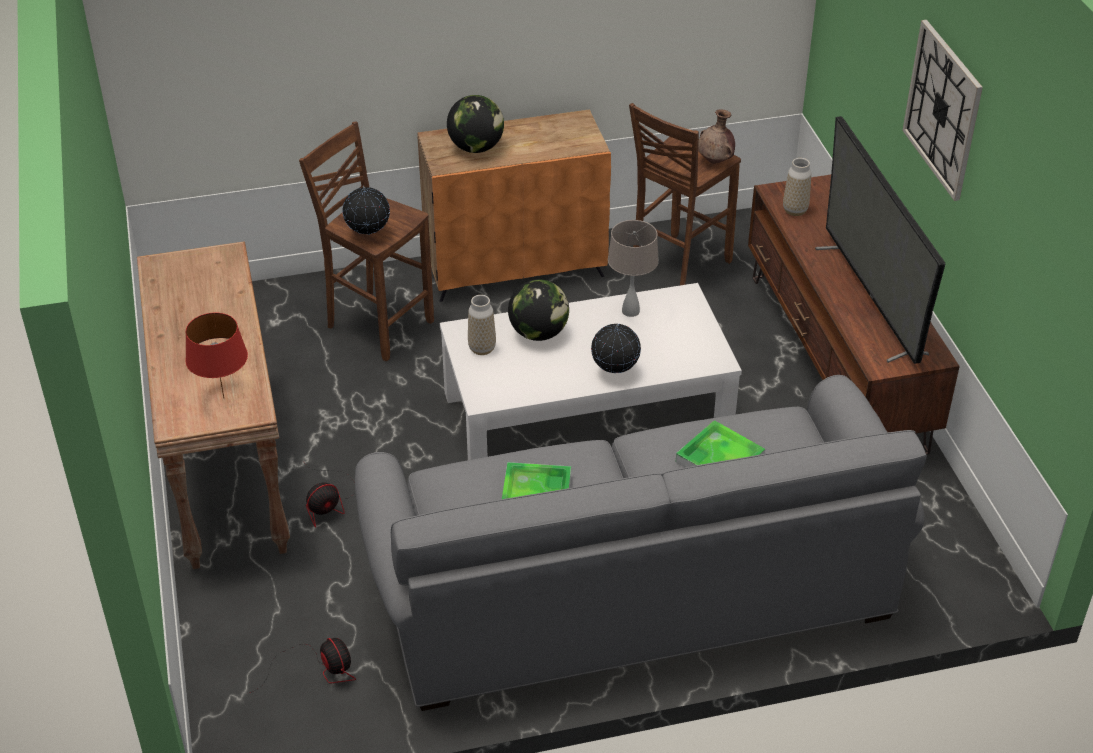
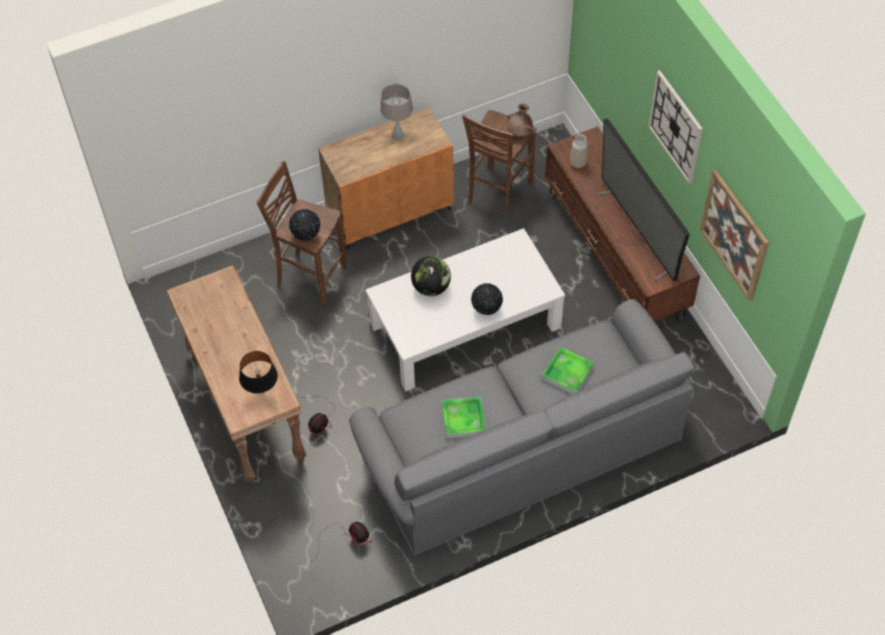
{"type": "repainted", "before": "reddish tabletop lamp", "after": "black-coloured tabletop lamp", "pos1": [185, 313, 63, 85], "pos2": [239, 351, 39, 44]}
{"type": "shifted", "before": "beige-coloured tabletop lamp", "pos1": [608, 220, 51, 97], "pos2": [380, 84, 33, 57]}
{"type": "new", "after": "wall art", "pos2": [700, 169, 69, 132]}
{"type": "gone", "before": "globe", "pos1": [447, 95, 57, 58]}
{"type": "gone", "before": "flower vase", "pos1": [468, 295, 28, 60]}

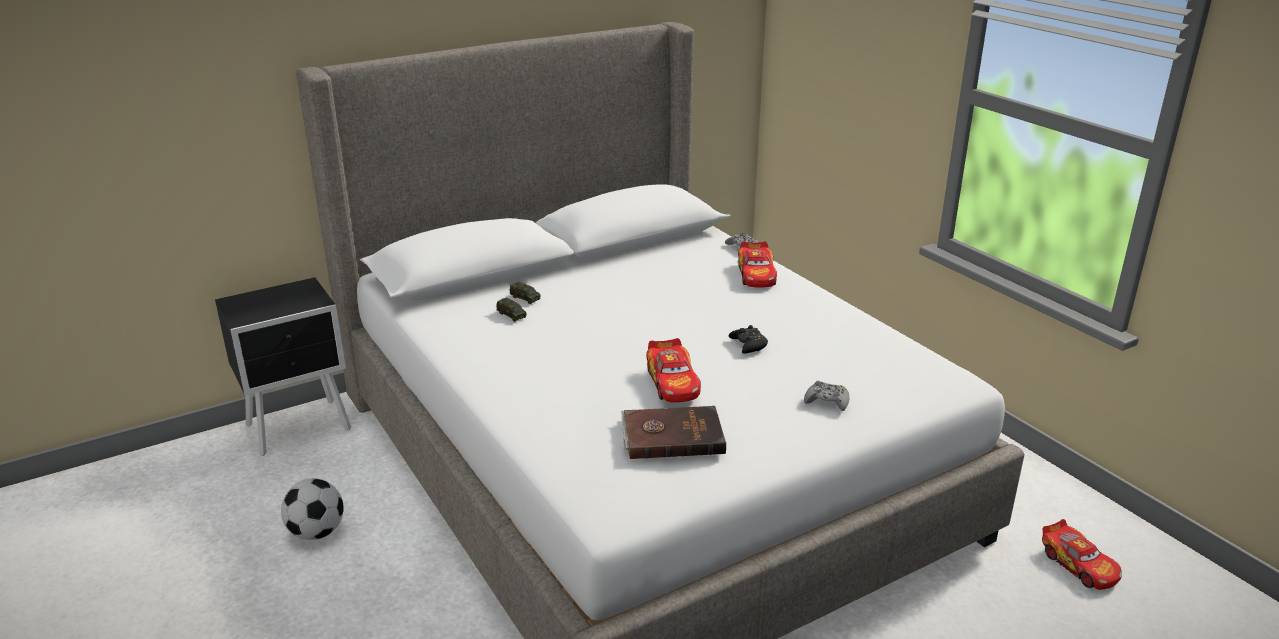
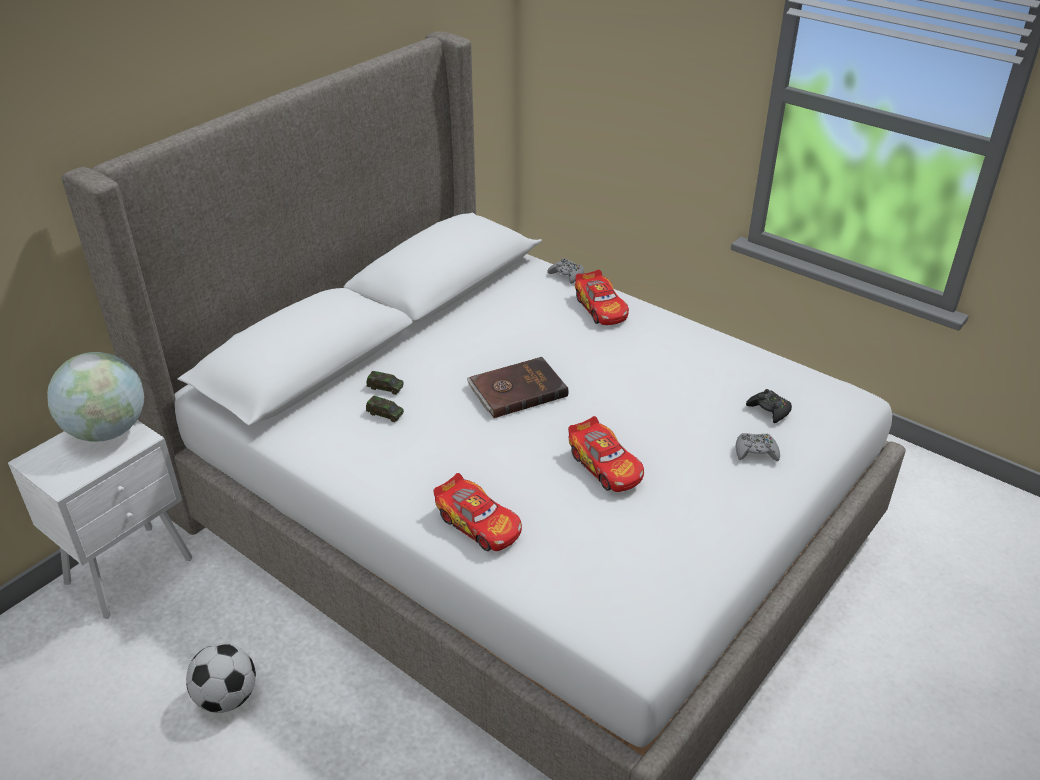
{"type": "repainted", "before": "black-coloured nightstand", "after": "white nightstand", "pos1": [215, 277, 136, 179], "pos2": [8, 420, 184, 199]}
{"type": "new", "after": "globe", "pos2": [47, 352, 97, 90]}
{"type": "shifted", "before": "miniature car", "pos1": [1042, 519, 80, 71], "pos2": [433, 473, 89, 78]}
{"type": "shifted", "before": "brown book", "pos1": [621, 406, 105, 53], "pos2": [467, 357, 101, 61]}
{"type": "shifted", "before": "black-coloured gamepad", "pos1": [729, 325, 39, 29], "pos2": [746, 389, 46, 34]}

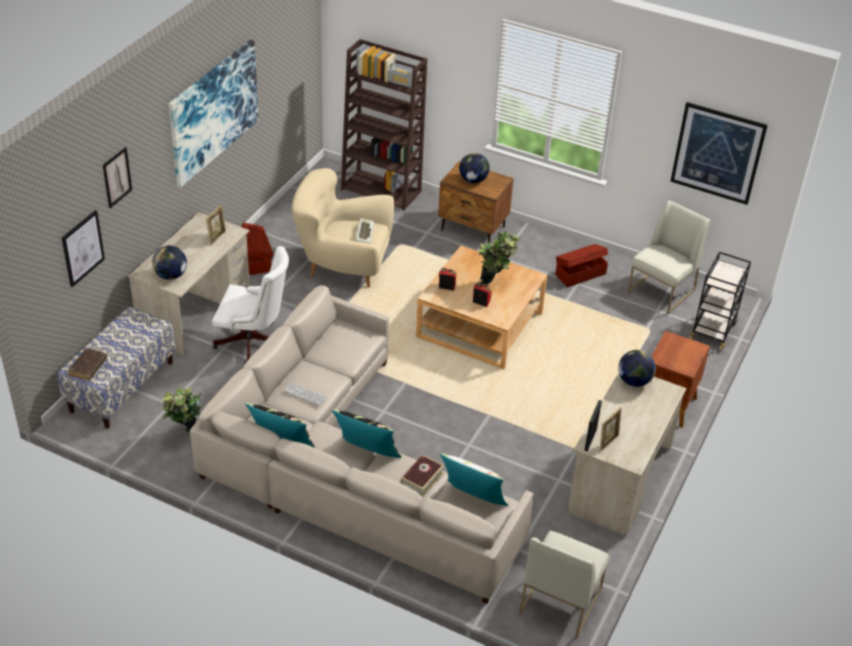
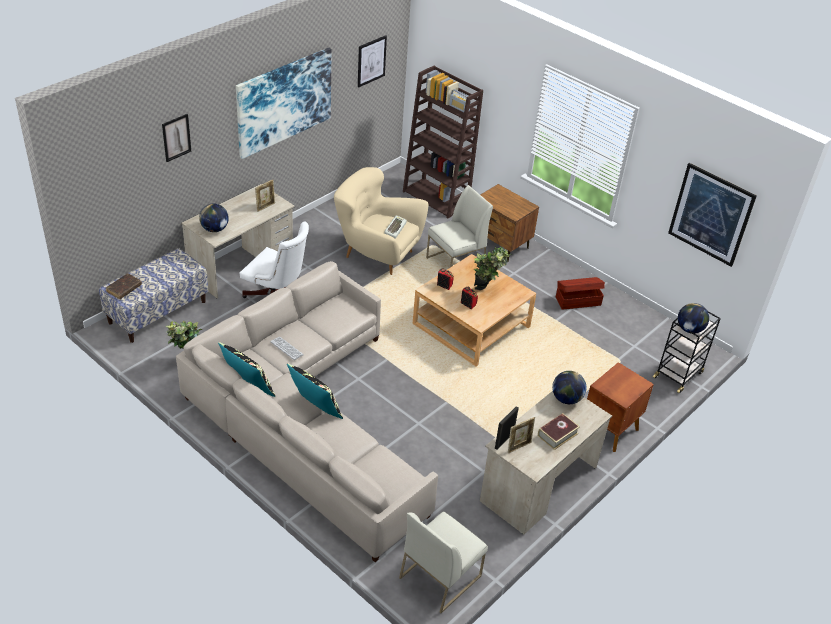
{"type": "shifted", "before": "wall art", "pos1": [62, 210, 43, 77], "pos2": [358, 35, 29, 52]}
{"type": "shifted", "before": "white chair", "pos1": [627, 200, 83, 114], "pos2": [426, 185, 67, 82]}
{"type": "shifted", "before": "book", "pos1": [401, 455, 43, 42], "pos2": [538, 413, 42, 37]}
{"type": "shifted", "before": "globe", "pos1": [459, 153, 31, 30], "pos2": [678, 303, 31, 30]}
{"type": "gone", "before": "brown storage container", "pos1": [241, 222, 33, 53]}
{"type": "gone", "before": "white throw pillow", "pos1": [440, 453, 68, 53]}

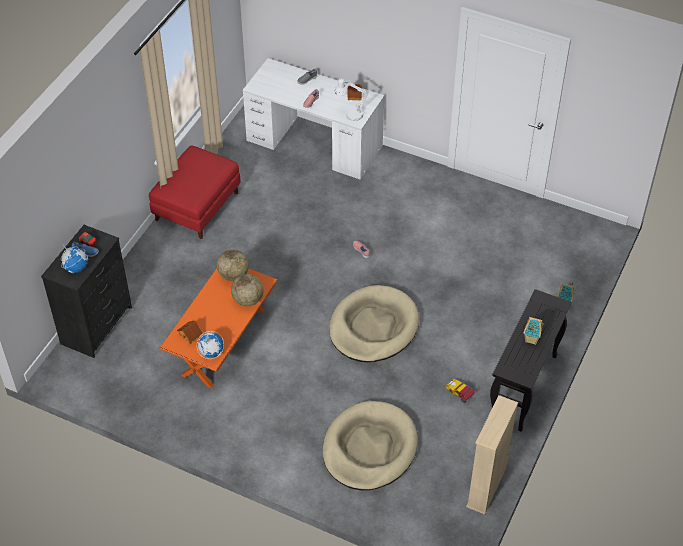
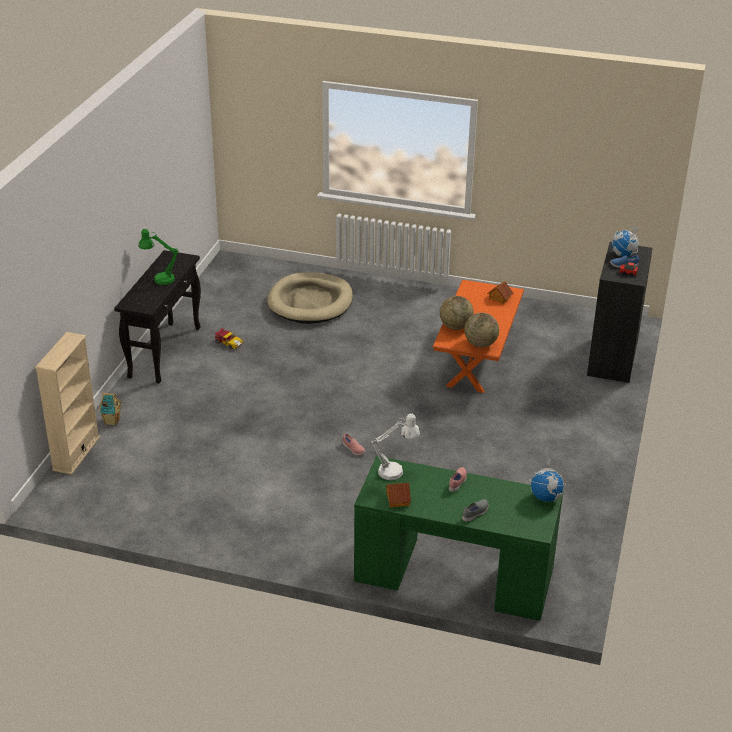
{"type": "shifted", "before": "beige-coloured bookshelf", "pos1": [466, 395, 52, 120], "pos2": [35, 332, 65, 143]}
{"type": "swapped", "before": "model house", "after": "green-coloured tabletop lamp", "pos1": [523, 317, 21, 28], "pos2": [139, 229, 39, 56]}
{"type": "repainted", "before": "white desk unit", "after": "green-coloured desk unit", "pos1": [243, 58, 141, 122], "pos2": [354, 456, 209, 165]}
{"type": "shifted", "before": "globe", "pos1": [197, 331, 27, 28], "pos2": [529, 458, 37, 44]}
{"type": "gone", "before": "reddish ottoman", "pos1": [149, 146, 91, 93]}
{"type": "gone", "before": "beige-coloured pet bed", "pos1": [329, 285, 90, 77]}

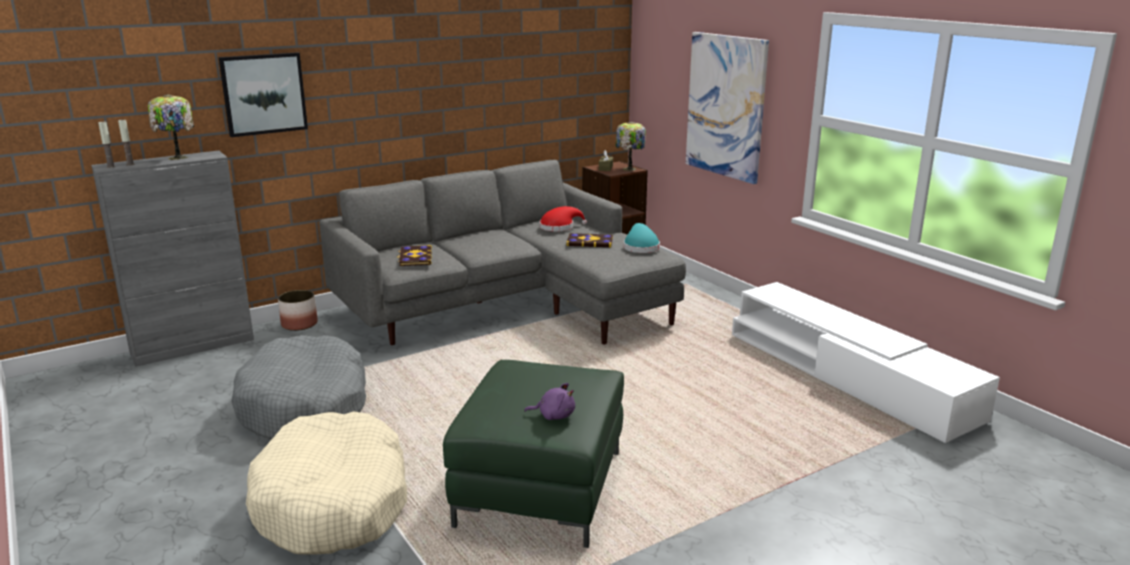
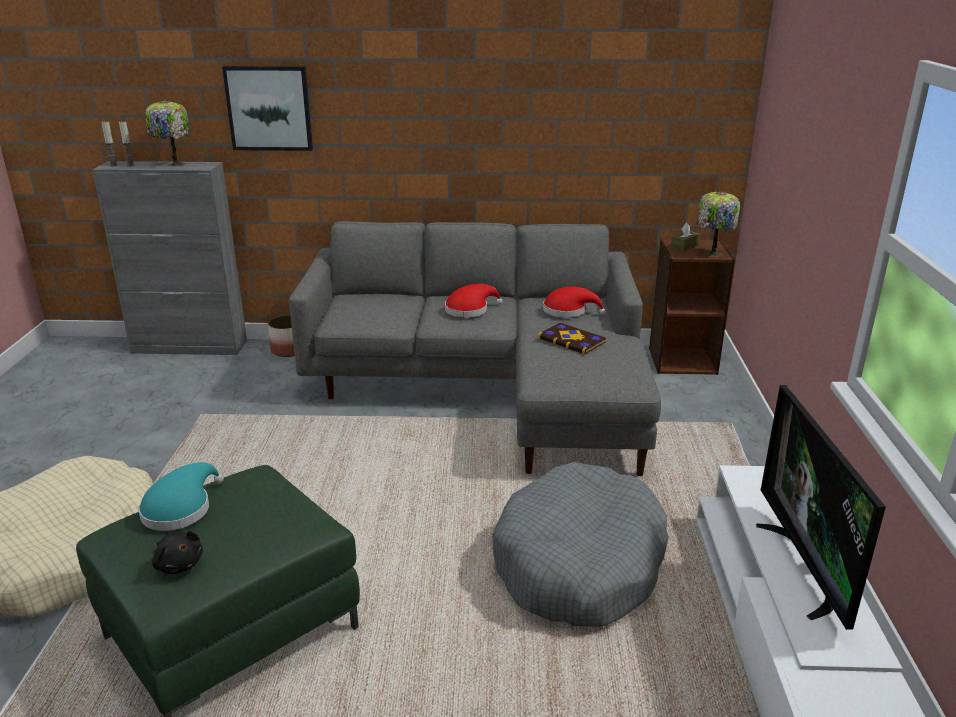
{"type": "shifted", "before": "blue-green clothing hat", "pos1": [624, 223, 36, 30], "pos2": [138, 462, 86, 69]}
{"type": "repainted", "before": "purple soft toy", "after": "black-coloured soft toy", "pos1": [524, 383, 51, 37], "pos2": [152, 531, 51, 43]}
{"type": "new", "after": "reddish clothing hat", "pos2": [445, 284, 58, 33]}
{"type": "shifted", "before": "gray pet bed", "pos1": [232, 335, 134, 105], "pos2": [493, 462, 176, 165]}
{"type": "new", "after": "TV set", "pos2": [756, 385, 130, 245]}
{"type": "gone", "before": "book", "pos1": [396, 245, 36, 21]}
{"type": "gone", "before": "wall art", "pos1": [686, 32, 83, 152]}

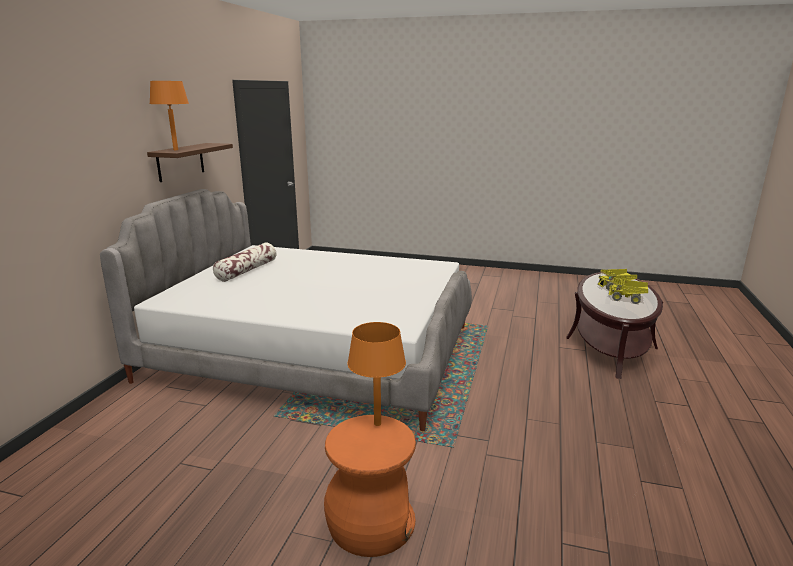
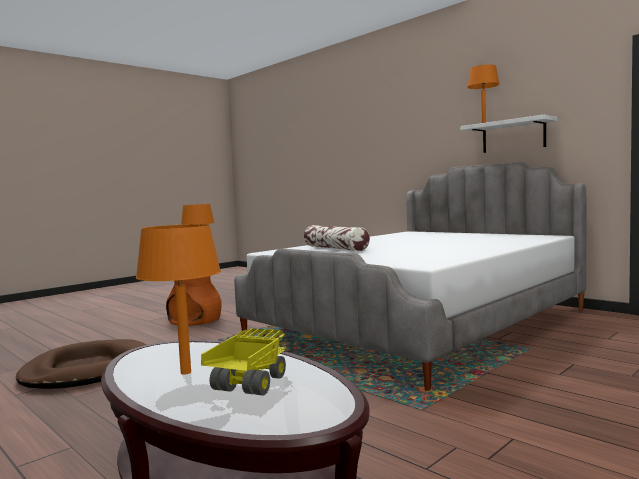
{"type": "new", "after": "brown pet bed", "pos2": [16, 339, 130, 50]}
{"type": "swapped", "before": "toy truck", "after": "orangey tabletop lamp", "pos1": [608, 278, 40, 26], "pos2": [136, 224, 85, 151]}
{"type": "shifted", "before": "throw pillow", "pos1": [213, 243, 63, 39], "pos2": [304, 225, 66, 26]}
{"type": "repainted", "before": "brown wall shelf", "after": "white wall shelf", "pos1": [147, 143, 86, 39], "pos2": [460, 115, 97, 38]}

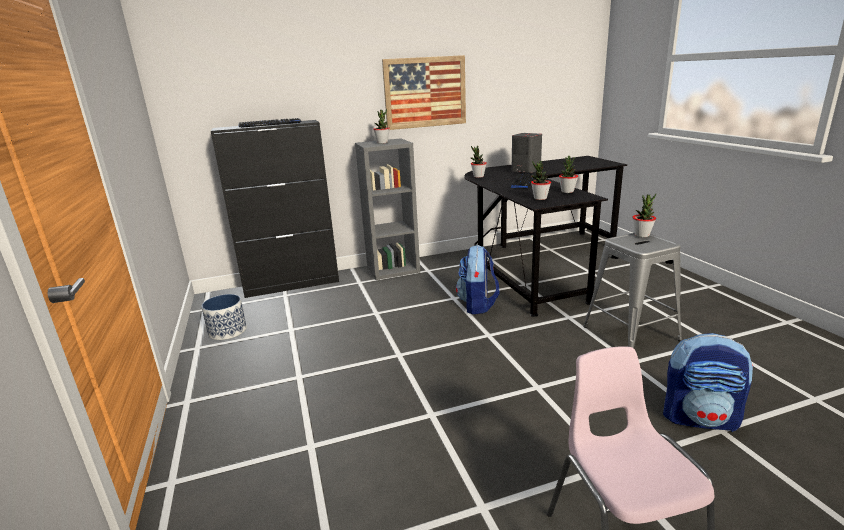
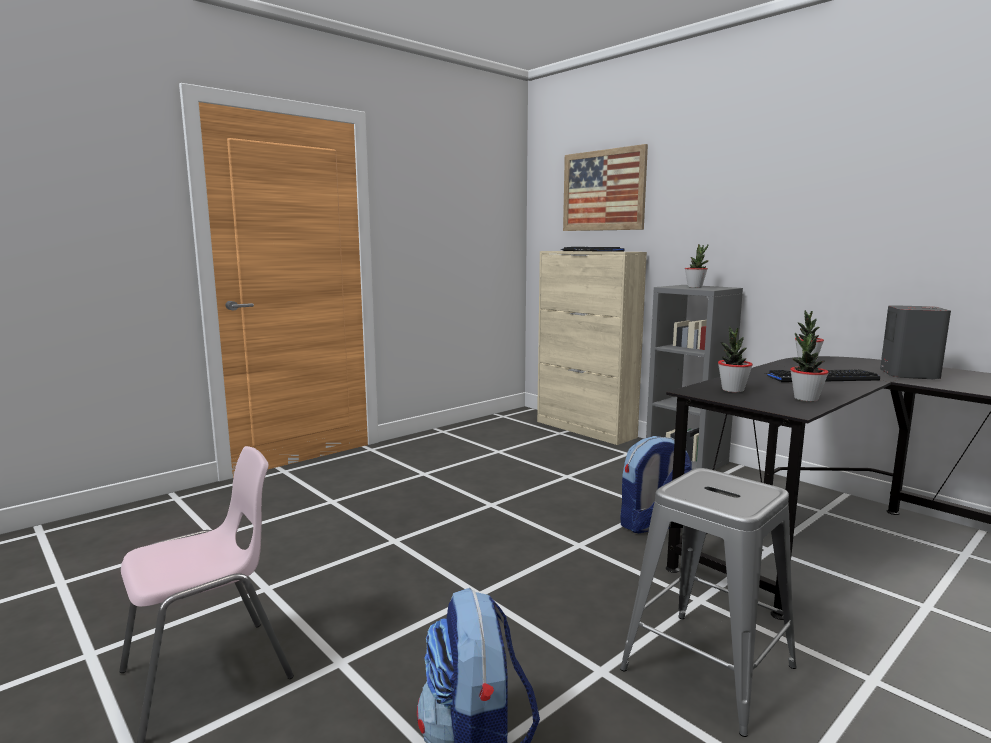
{"type": "repainted", "before": "black-coloured storage cabinet", "after": "beige-coloured storage cabinet", "pos1": [211, 120, 128, 178], "pos2": [537, 251, 110, 194]}
{"type": "shifted", "before": "wall art", "pos1": [382, 55, 84, 75], "pos2": [563, 144, 85, 87]}
{"type": "gone", "before": "plant pot", "pos1": [201, 294, 46, 46]}
{"type": "gone", "before": "houseplant", "pos1": [632, 194, 24, 43]}

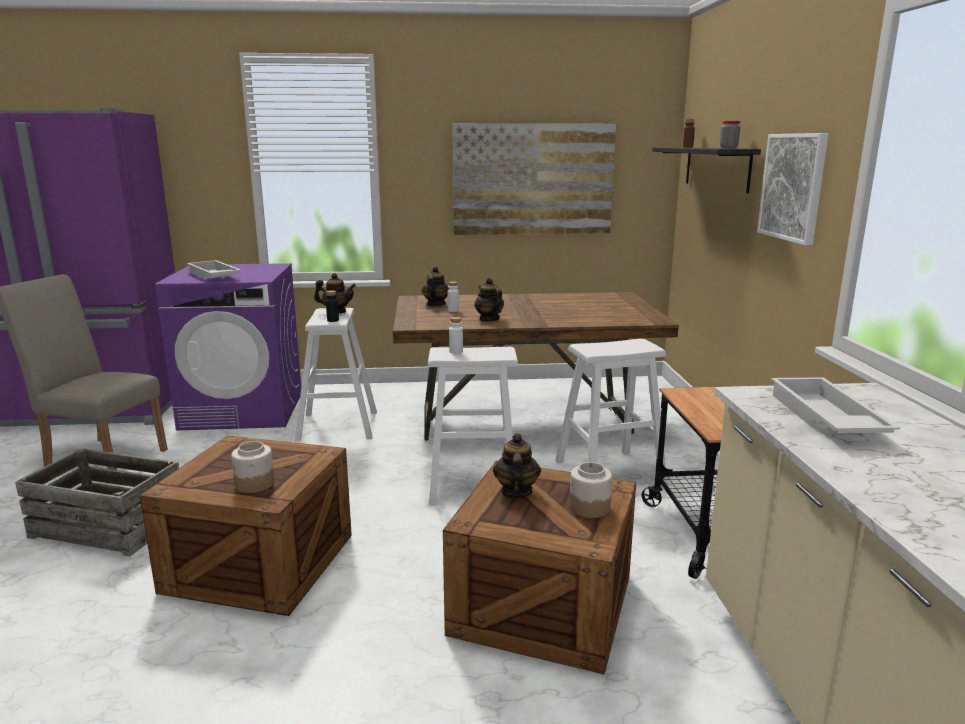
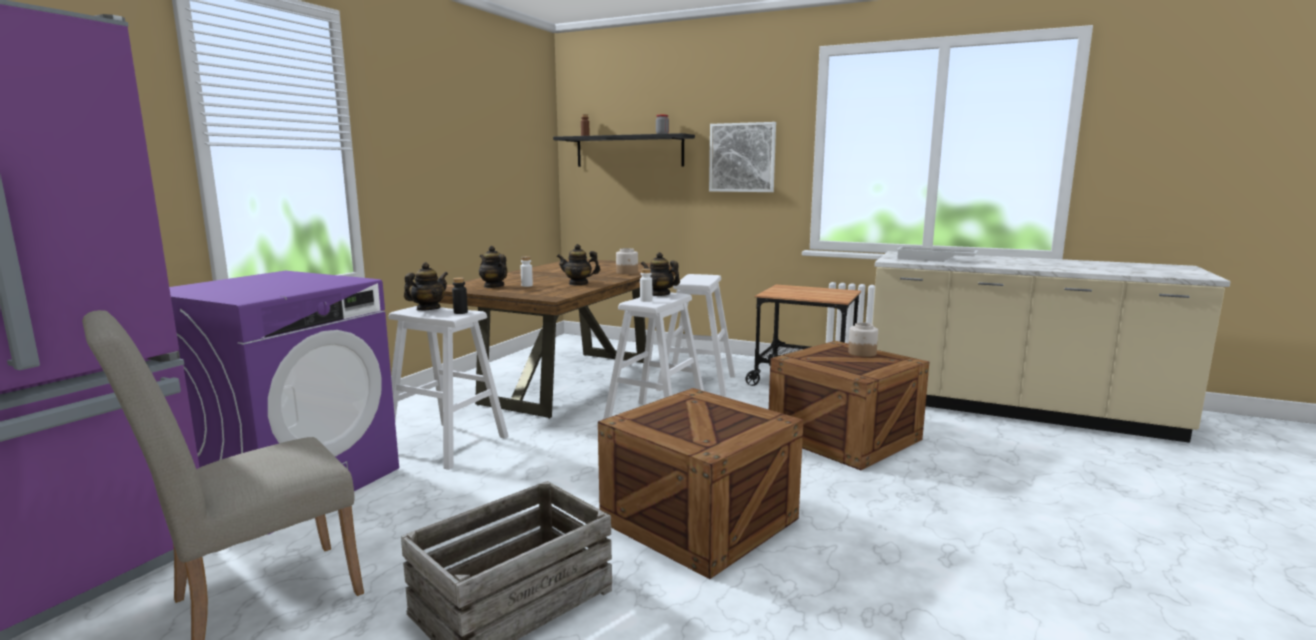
{"type": "shifted", "before": "preserve jar", "pos1": [231, 441, 43, 52], "pos2": [616, 248, 22, 26]}
{"type": "shifted", "before": "teapot", "pos1": [493, 433, 48, 66], "pos2": [641, 252, 39, 44]}
{"type": "gone", "before": "white serving tray", "pos1": [187, 260, 54, 19]}
{"type": "gone", "before": "wall art", "pos1": [452, 123, 164, 112]}

